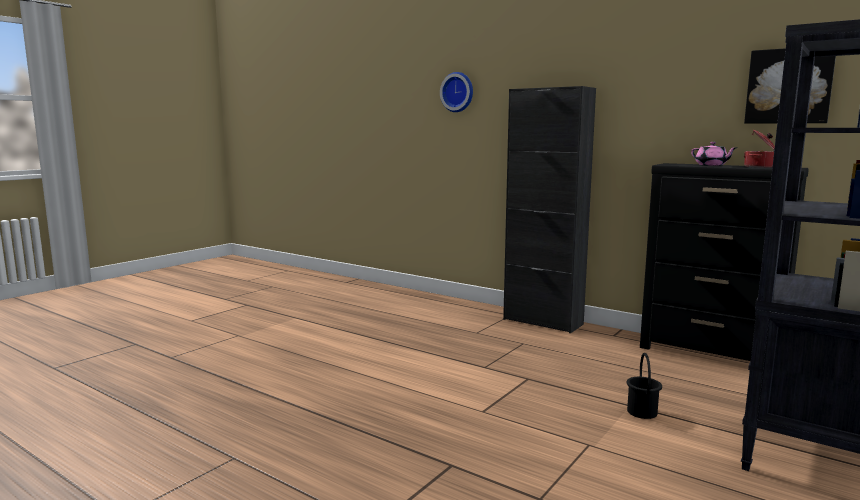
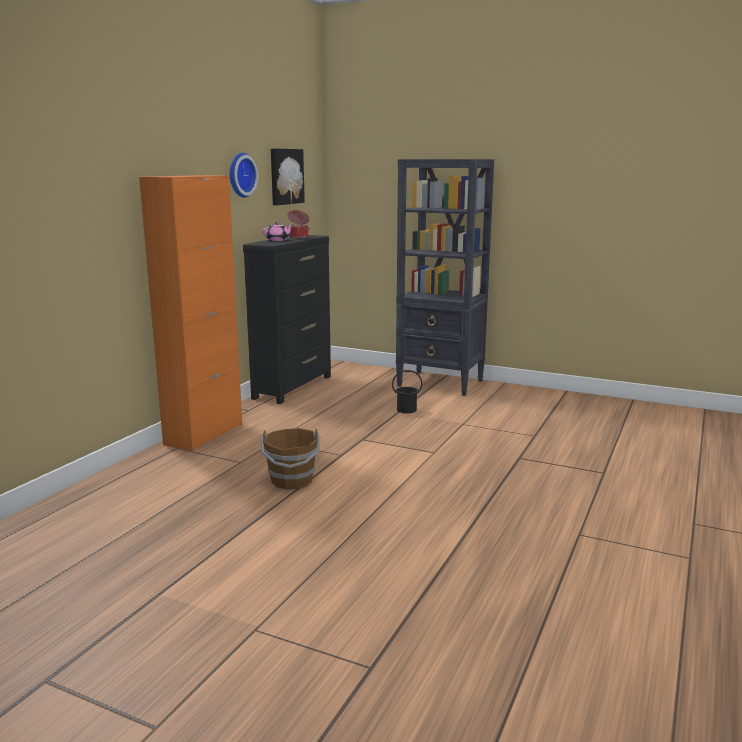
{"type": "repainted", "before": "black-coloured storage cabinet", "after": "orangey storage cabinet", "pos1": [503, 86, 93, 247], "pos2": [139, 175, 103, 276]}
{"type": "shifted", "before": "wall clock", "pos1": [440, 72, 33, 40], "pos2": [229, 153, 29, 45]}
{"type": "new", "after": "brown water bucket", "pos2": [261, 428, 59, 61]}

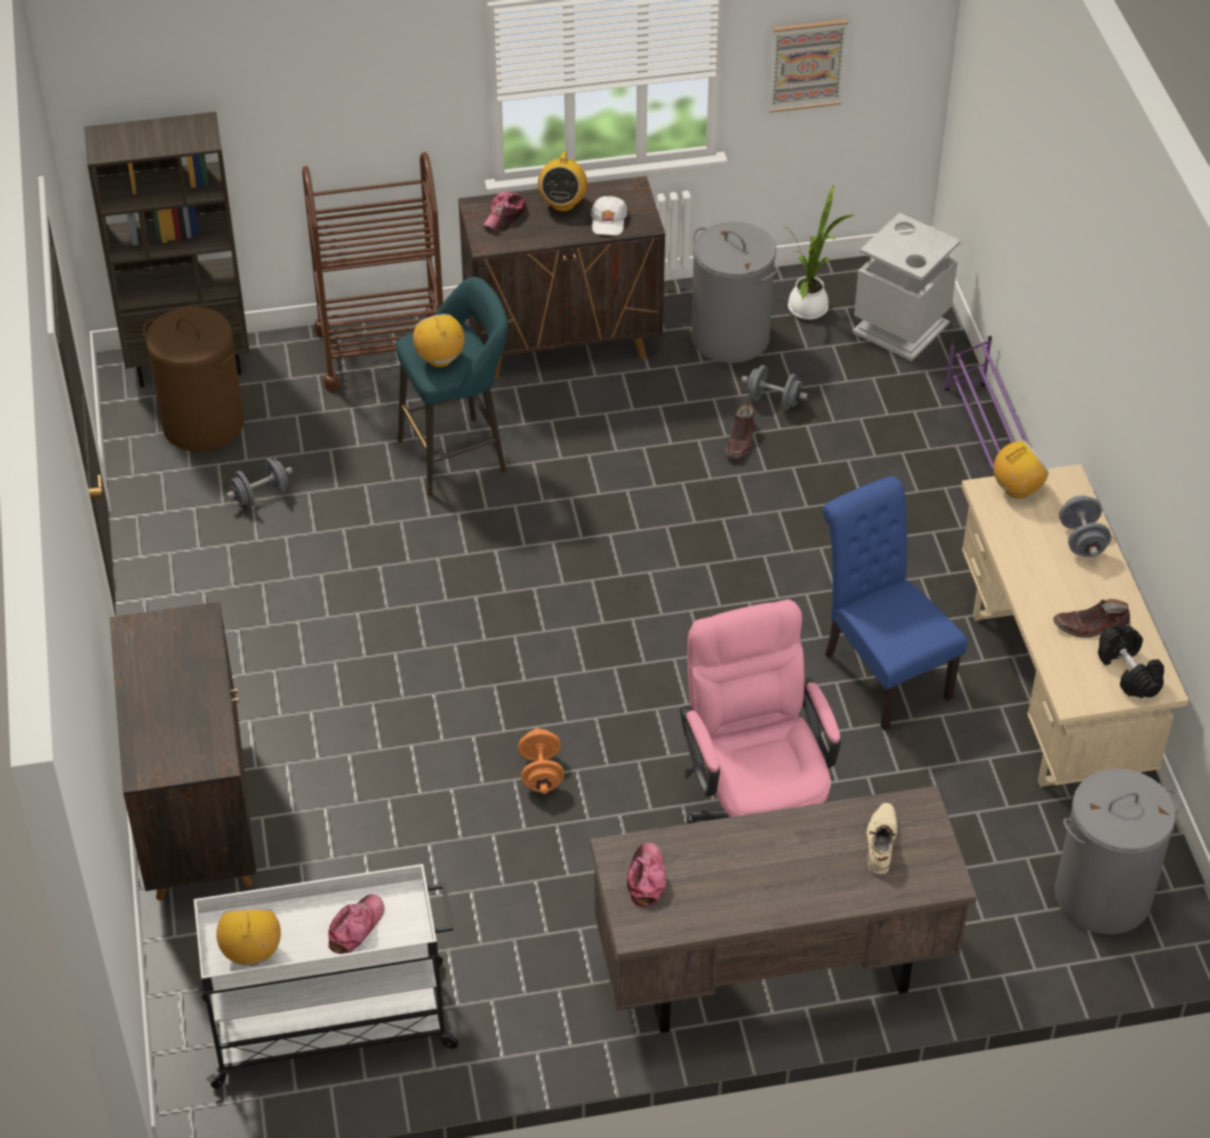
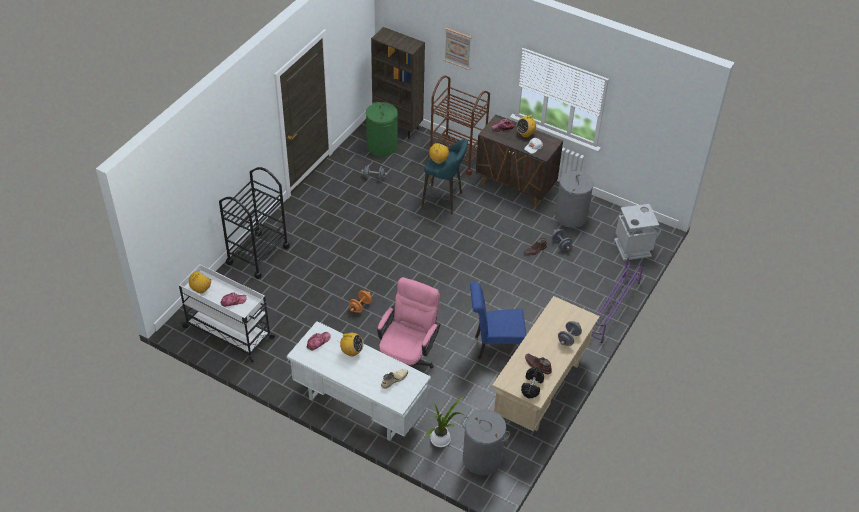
{"type": "swapped", "before": "brown storage cabinet", "after": "black-coloured trolley", "pos1": [110, 602, 147, 298], "pos2": [219, 167, 71, 112]}
{"type": "repainted", "before": "brown desk unit", "after": "white desk unit", "pos1": [590, 785, 387, 248], "pos2": [287, 321, 144, 120]}
{"type": "shifted", "before": "radio receiver", "pos1": [994, 441, 55, 57], "pos2": [339, 333, 24, 23]}
{"type": "repainted", "before": "brown hamper", "after": "green-coloured hamper", "pos1": [143, 306, 101, 146], "pos2": [366, 102, 32, 55]}
{"type": "shifted", "before": "houseplant", "pos1": [785, 185, 68, 135], "pos2": [425, 397, 39, 50]}
{"type": "shifted", "before": "wall art", "pos1": [768, 19, 80, 94], "pos2": [444, 28, 28, 42]}
{"type": "rotated", "before": "blue-coloured chair", "pos1": [823, 476, 144, 255], "pos2": [470, 282, 57, 77], "turn": -105}

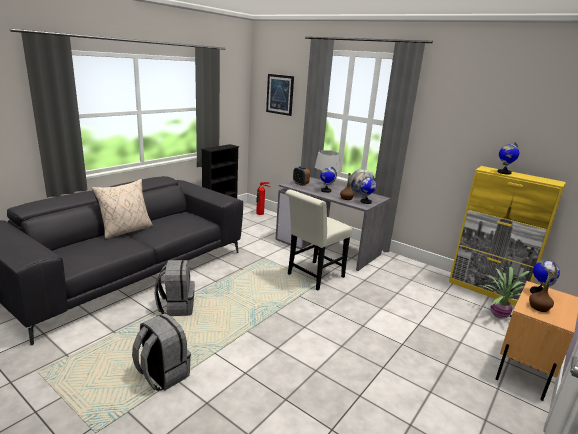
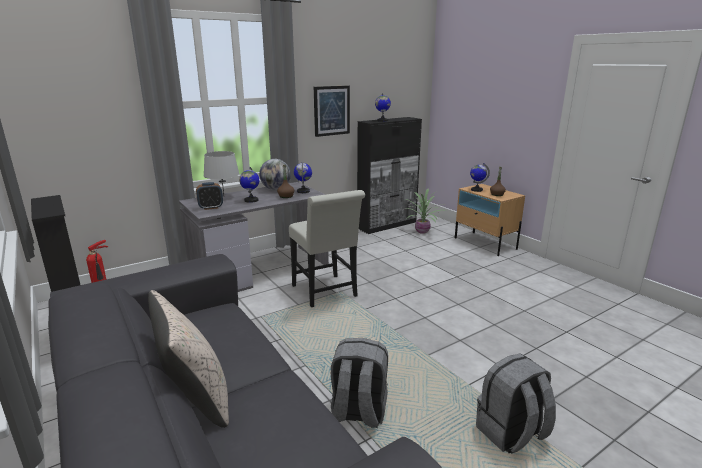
{"type": "shifted", "before": "wall art", "pos1": [266, 74, 28, 42], "pos2": [314, 85, 36, 52]}
{"type": "repainted", "before": "yellowish storage cabinet", "after": "black-coloured storage cabinet", "pos1": [449, 166, 117, 140], "pos2": [357, 117, 65, 117]}

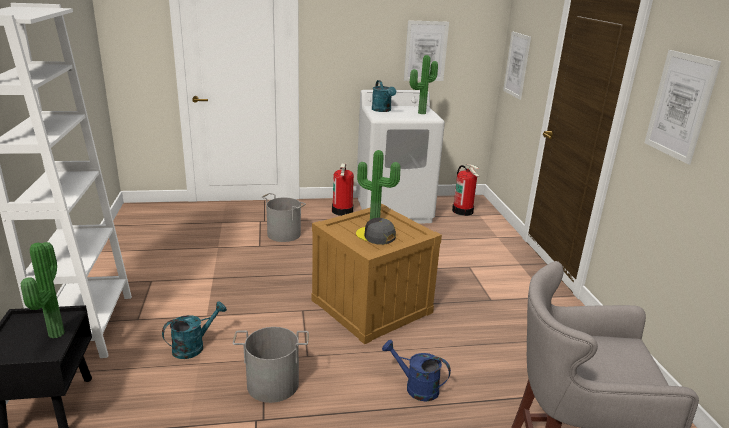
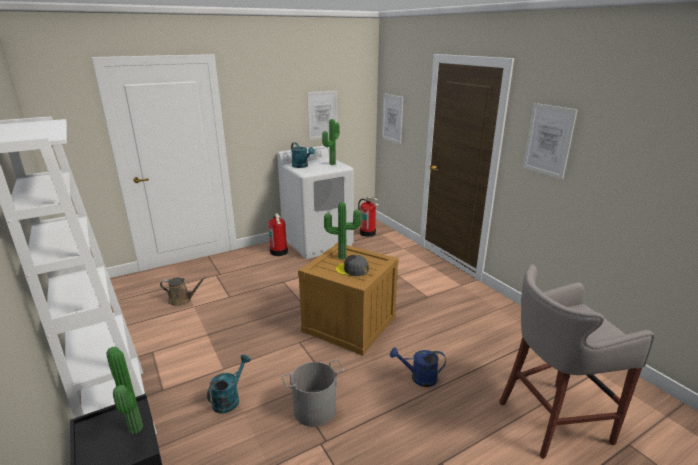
{"type": "new", "after": "brown watering pot", "pos2": [160, 277, 47, 29]}
{"type": "gone", "before": "gray water bucket", "pos1": [261, 193, 45, 49]}

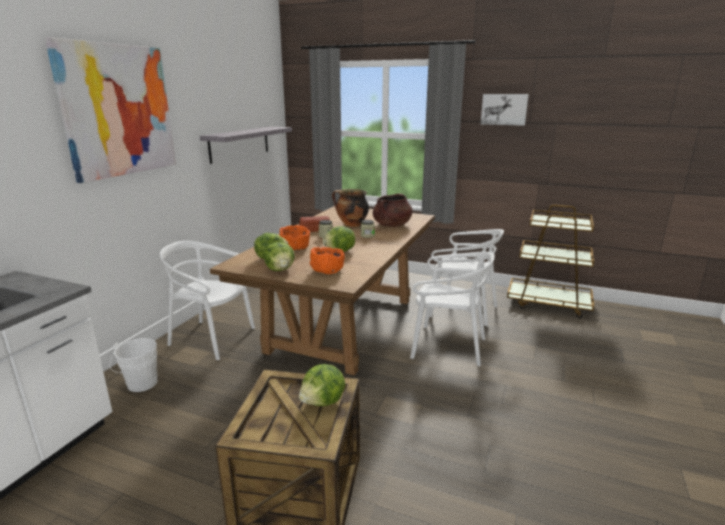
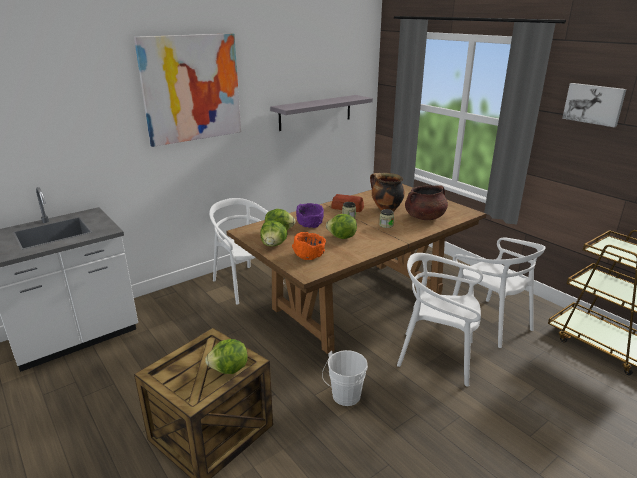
{"type": "repainted", "before": "orangey deep dish", "after": "purple deep dish", "pos1": [280, 225, 30, 25], "pos2": [296, 203, 28, 25]}
{"type": "shifted", "before": "white water bucket", "pos1": [109, 338, 48, 54], "pos2": [322, 350, 46, 56]}
{"type": "rotated", "before": "white chair", "pos1": [410, 252, 85, 114], "pos2": [397, 253, 86, 133], "turn": 150}

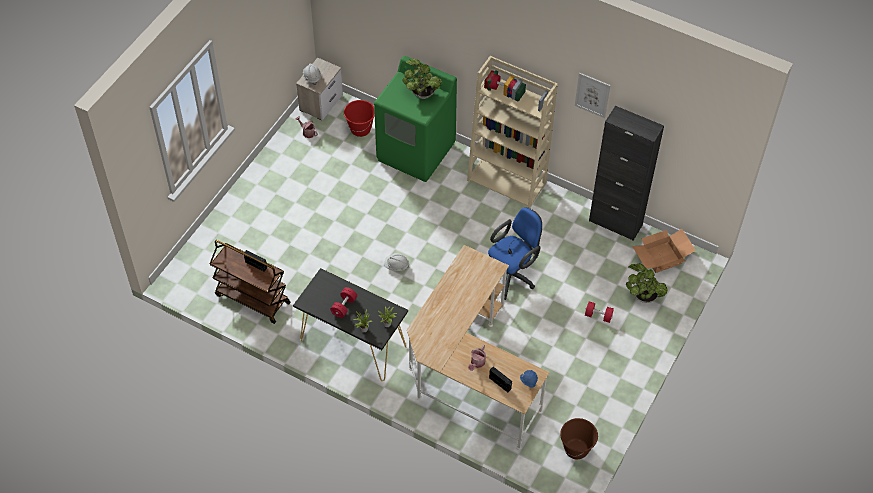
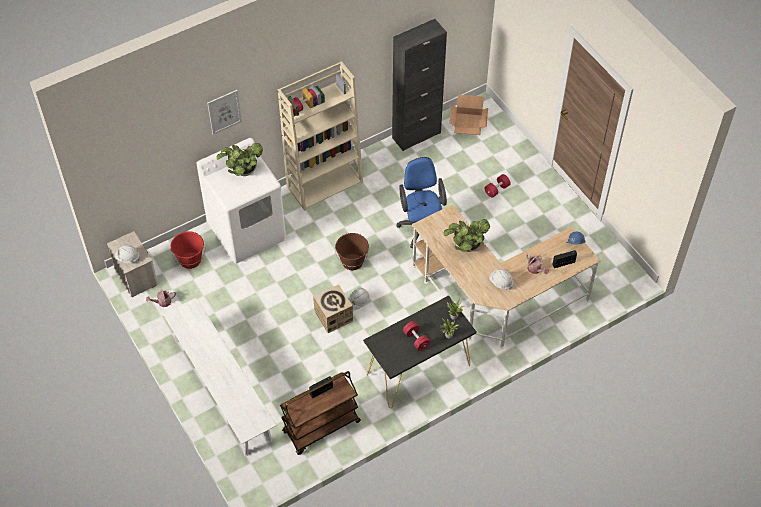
{"type": "new", "after": "white indoor bench", "pos2": [163, 298, 114, 158]}
{"type": "repainted", "before": "green-coloured washing machine", "after": "white washing machine", "pos1": [374, 56, 83, 126], "pos2": [196, 138, 90, 126]}
{"type": "shifted", "before": "wall art", "pos1": [575, 73, 35, 45], "pos2": [207, 90, 35, 45]}
{"type": "new", "after": "cardboard box", "pos2": [313, 285, 40, 48]}
{"type": "shifted", "before": "brown water bucket", "pos1": [560, 418, 38, 41], "pos2": [335, 233, 34, 37]}
{"type": "shifted", "before": "houseplant", "pos1": [626, 264, 41, 39], "pos2": [444, 219, 46, 33]}
{"type": "new", "after": "white work helmet", "pos2": [489, 269, 25, 21]}

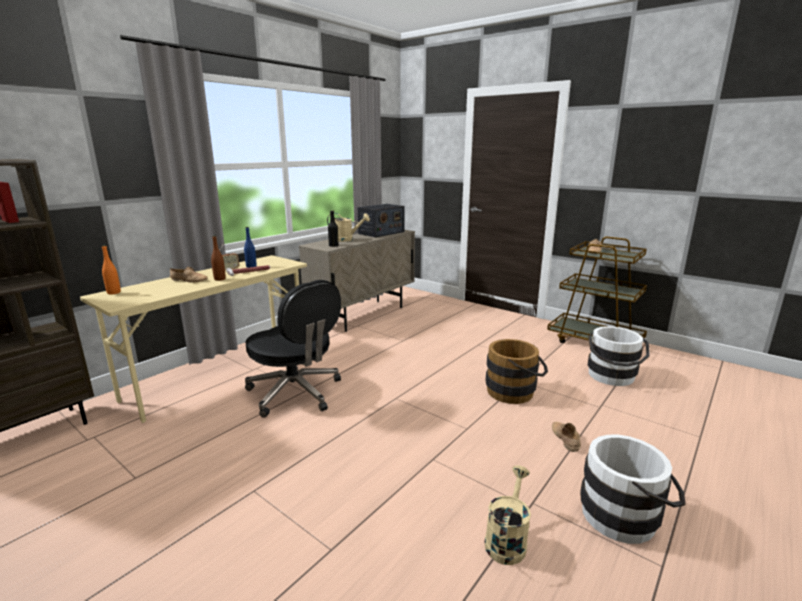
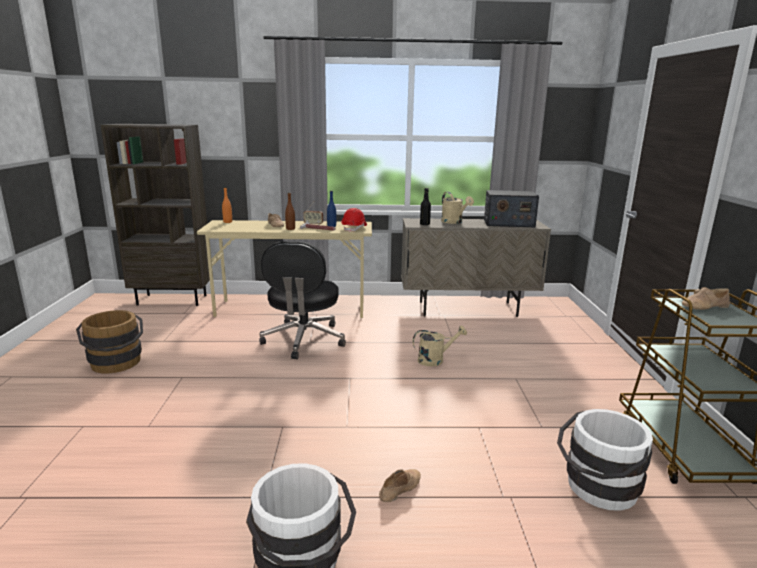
{"type": "shifted", "before": "brown water bucket", "pos1": [485, 339, 63, 65], "pos2": [76, 310, 67, 63]}
{"type": "new", "after": "reddish work helmet", "pos2": [341, 208, 26, 24]}
{"type": "shifted", "before": "beige-coloured watering pot", "pos1": [484, 465, 47, 100], "pos2": [413, 325, 54, 41]}

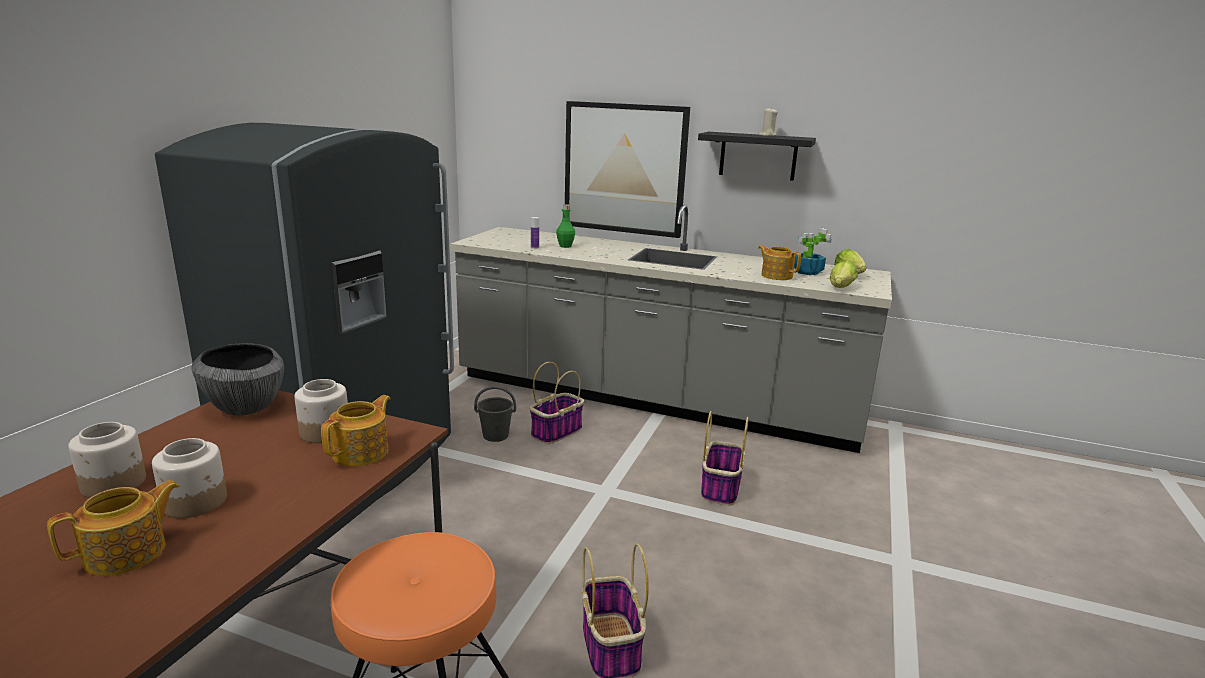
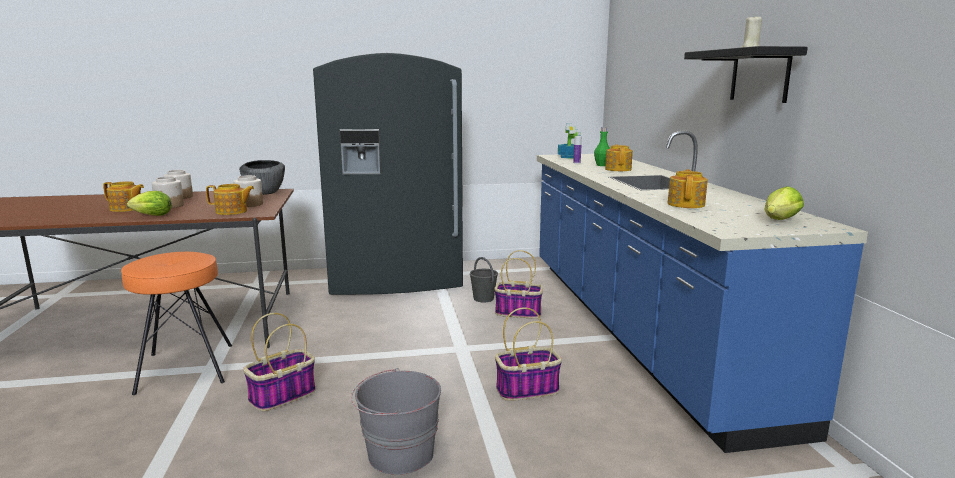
{"type": "shifted", "before": "head of lettuce", "pos1": [830, 261, 28, 27], "pos2": [127, 191, 45, 25]}
{"type": "new", "after": "gray water bucket", "pos2": [351, 368, 90, 107]}
{"type": "repainted", "before": "gray kitchen counter", "after": "blue-coloured kitchen counter", "pos1": [450, 205, 442, 248], "pos2": [537, 130, 331, 323]}
{"type": "shifted", "before": "houseplant", "pos1": [794, 228, 38, 47], "pos2": [558, 123, 23, 35]}
{"type": "new", "after": "teapot", "pos2": [605, 145, 28, 26]}
{"type": "gone", "before": "wall art", "pos1": [565, 101, 125, 137]}

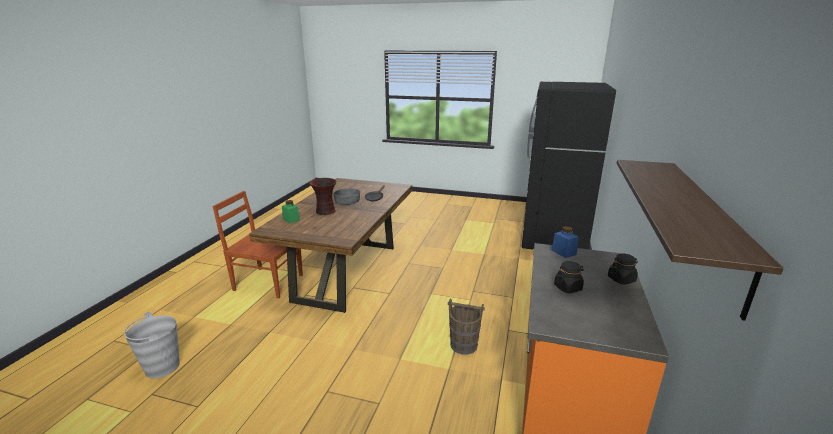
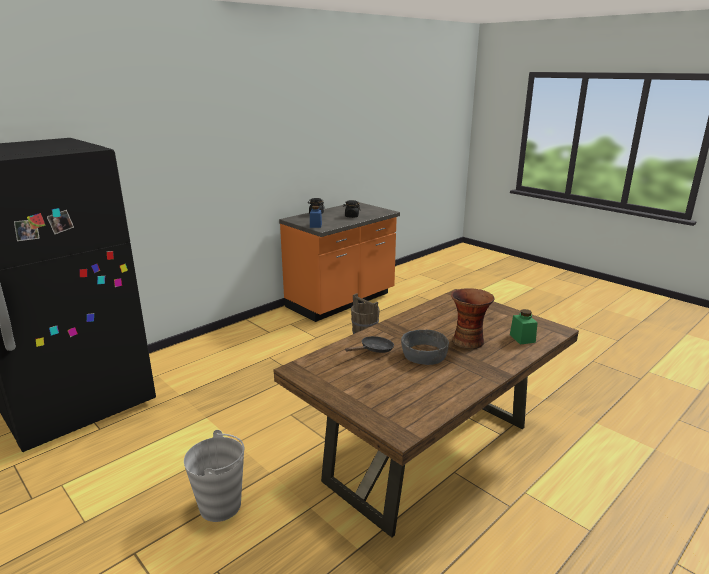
{"type": "shifted", "before": "gray water bucket", "pos1": [124, 312, 56, 67], "pos2": [184, 430, 60, 92]}
{"type": "gone", "before": "brown chair", "pos1": [213, 191, 90, 107]}
{"type": "gone", "before": "wall shelf", "pos1": [617, 160, 167, 161]}

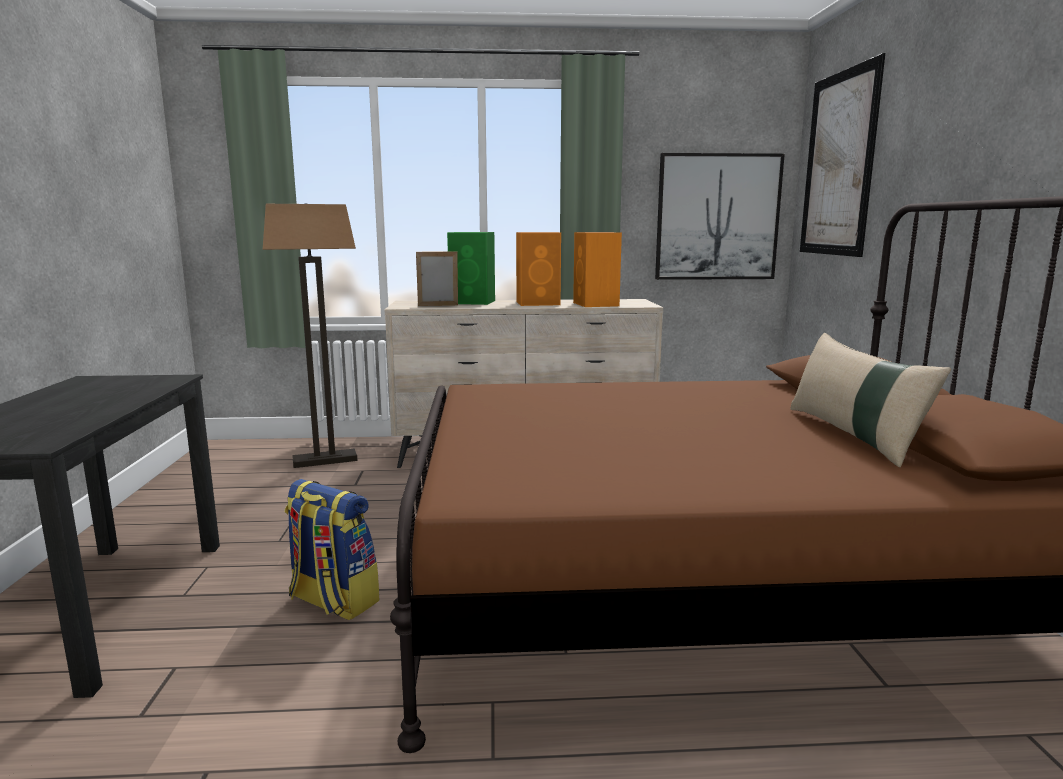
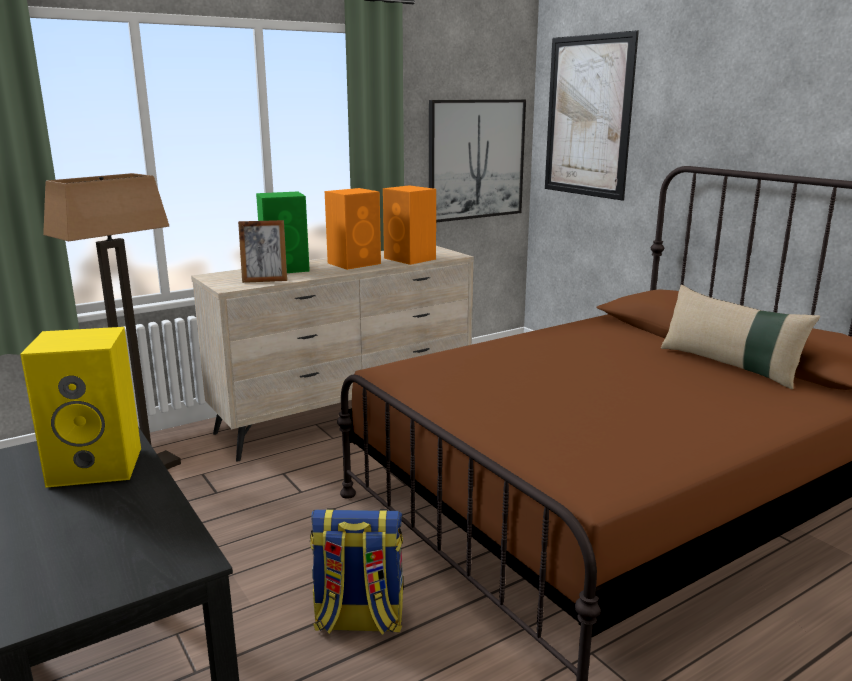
{"type": "new", "after": "yellowish audio speaker", "pos2": [20, 327, 121, 161]}
{"type": "rotated", "before": "photo frame", "pos1": [416, 251, 42, 55], "pos2": [238, 220, 49, 63], "turn": -150}

